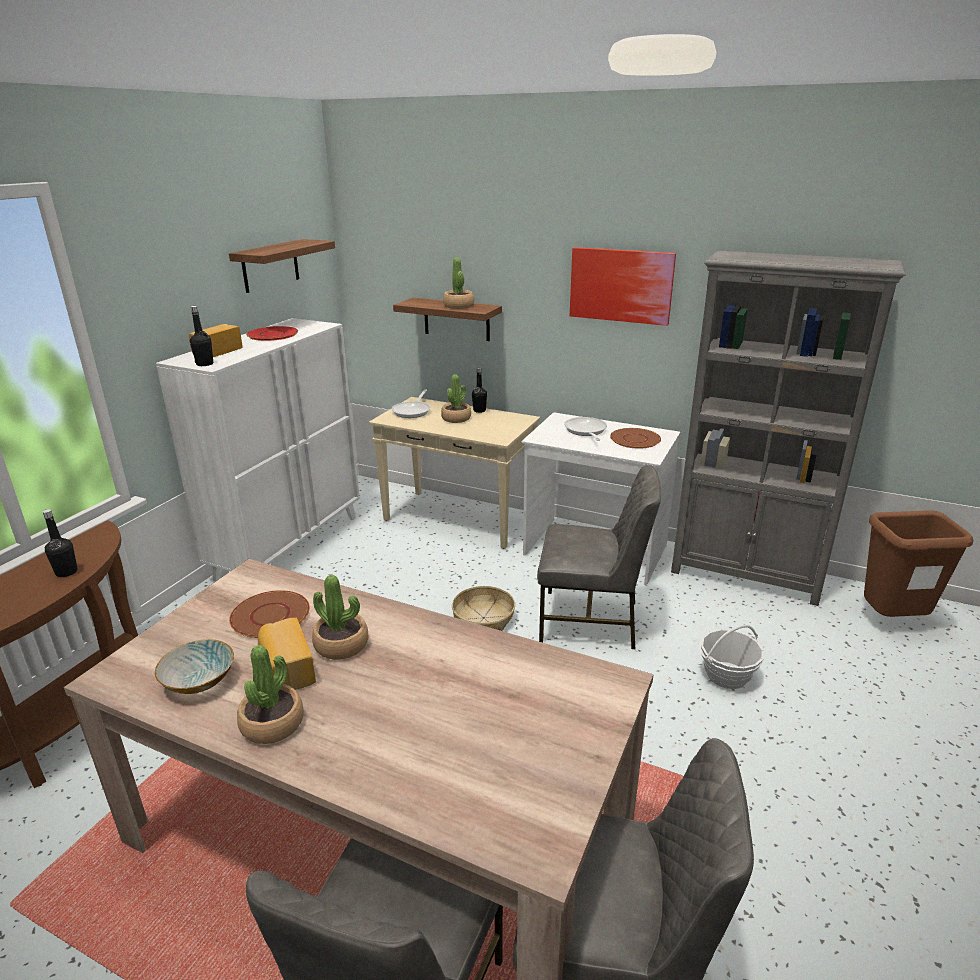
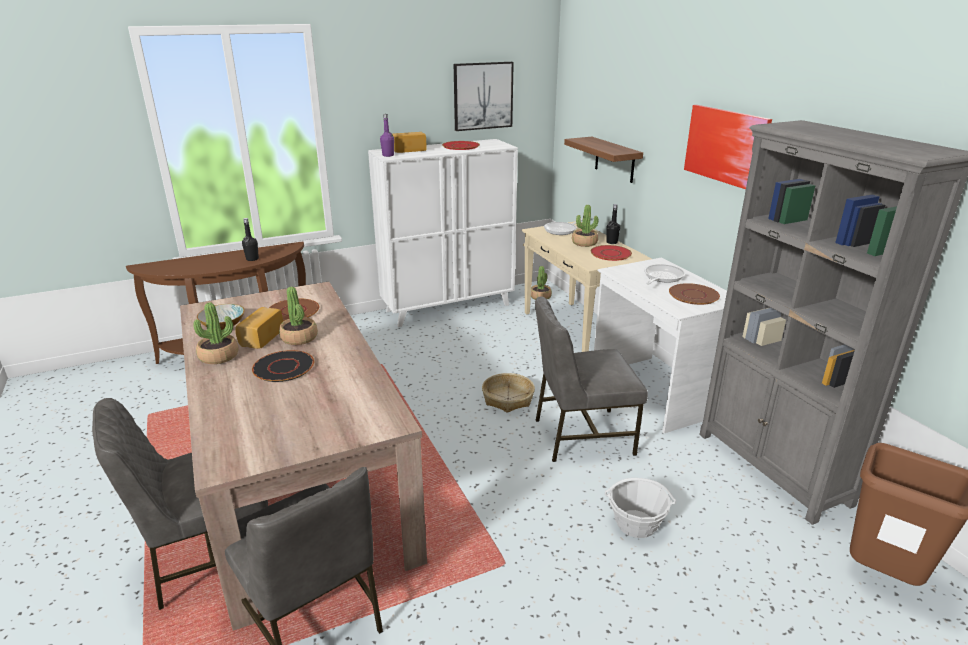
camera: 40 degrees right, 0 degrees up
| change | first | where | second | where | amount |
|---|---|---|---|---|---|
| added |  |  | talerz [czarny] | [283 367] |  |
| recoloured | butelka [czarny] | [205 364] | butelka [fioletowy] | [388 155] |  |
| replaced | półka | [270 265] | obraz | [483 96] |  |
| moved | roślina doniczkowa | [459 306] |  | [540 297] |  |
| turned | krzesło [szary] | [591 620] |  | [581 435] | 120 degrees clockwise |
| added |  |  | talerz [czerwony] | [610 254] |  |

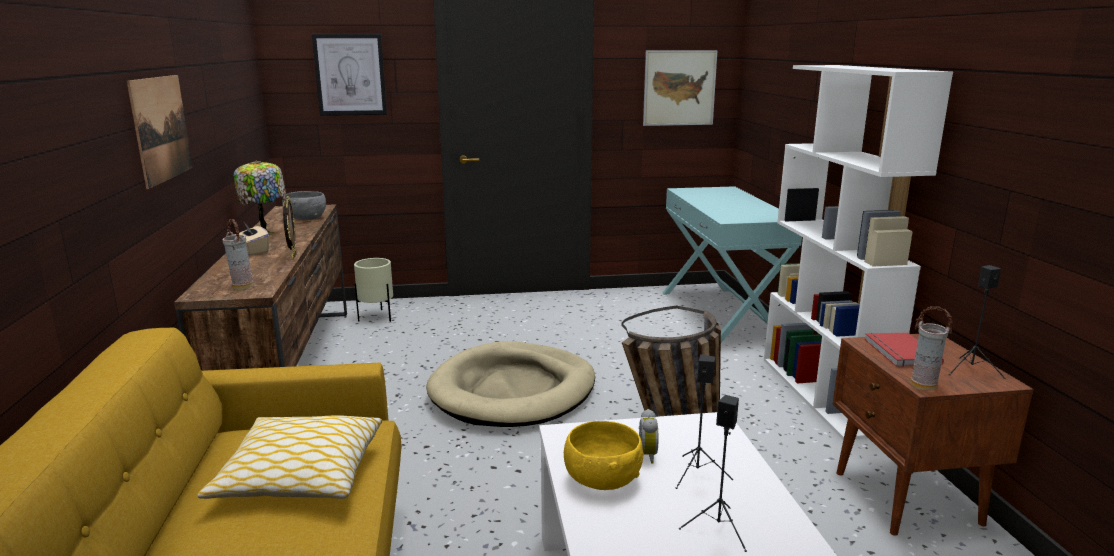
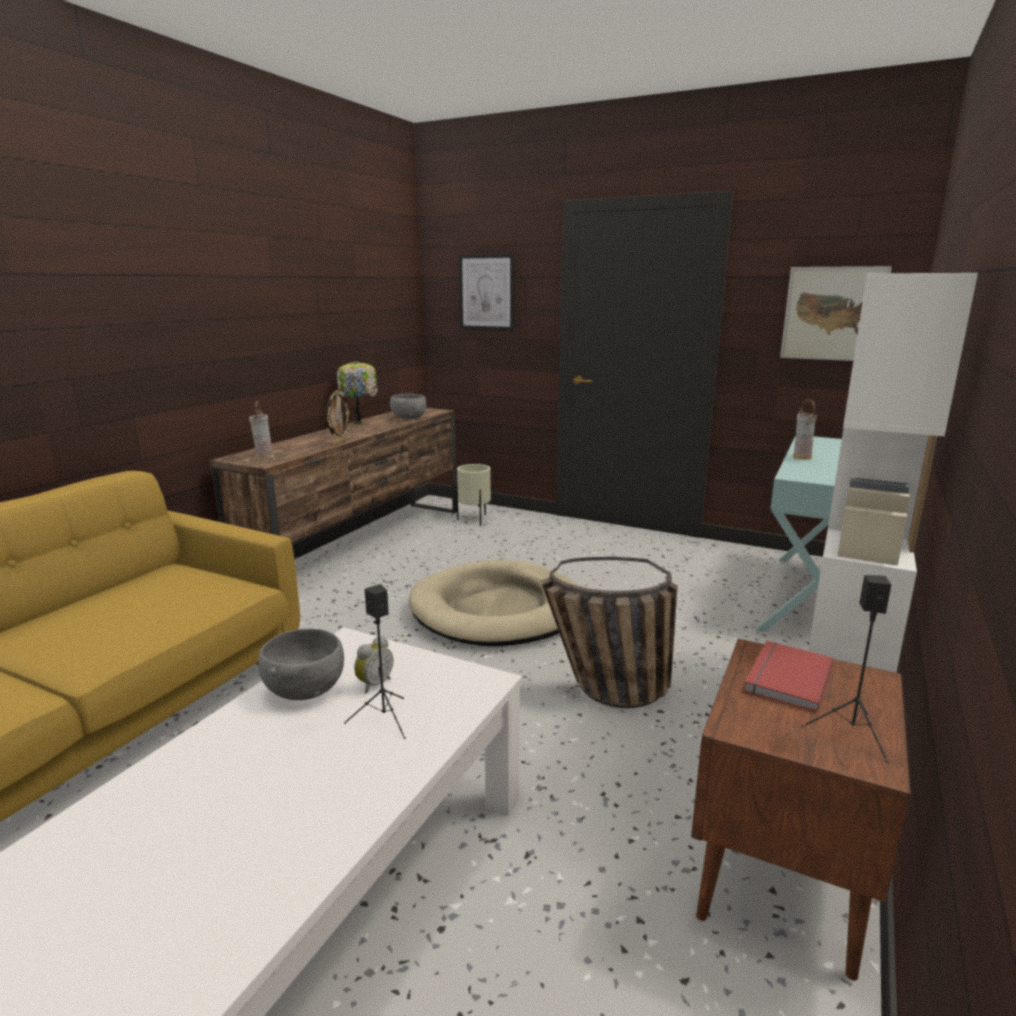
camera: 35 degrees right, 0 degrees up
| change | first | where | second | where | amount |
|---|---|---|---|---|---|
| recoloured | miska [żółty] | [601 480] | miska [szary] | [304 689] |  |
| moved | wazon | [923 385] |  | [801 458] |  |
| removed | obraz | [161 128] |  |  |  |
| removed | poduszka | [300 475] |  |  |  |
| removed | pudełko chusteczek [beżowy] | [253 251] |  |  |  |
| removed | głośnik [czarny] | [719 529] |  |  |  |

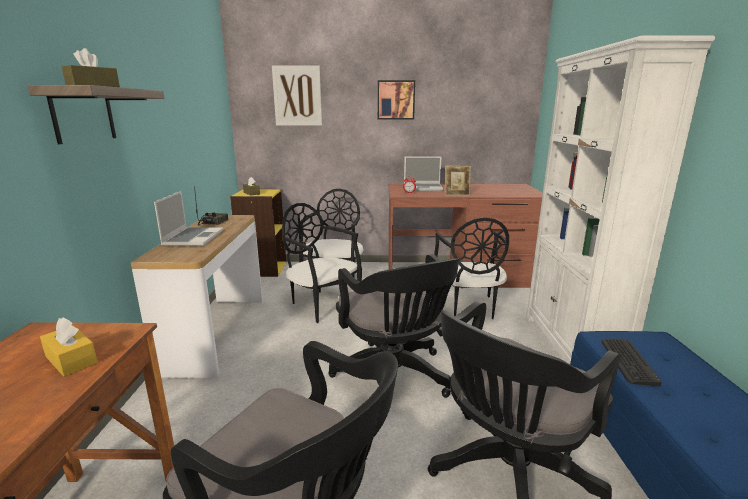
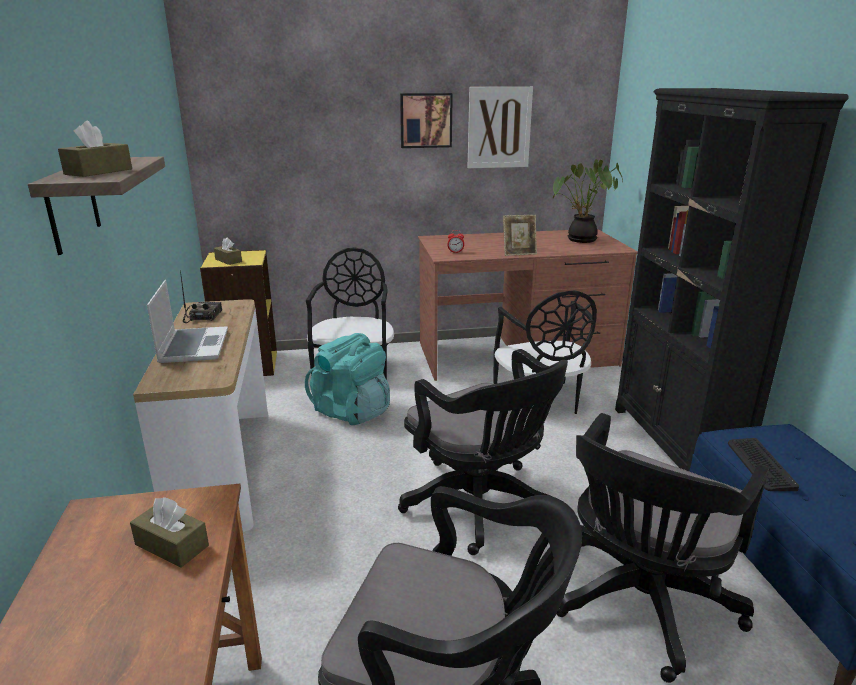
camera: 10 degrees left, 5 degrees up
| change | first | where | second | where | amount |
|---|---|---|---|---|---|
| recoloured | pudełko chusteczek [żółty] | [71 360] | pudełko chusteczek [brązowy] | [172 545] |  |
| replaced | krzesło [czarny] | [322 303] | plecak [turkusowy] | [352 411] |  |
| moved | obraz | [297 96] |  | [499 128] |  |
| added |  |  | roślina doniczkowa | [580 240] |  |
| recoloured | regał [biały] | [570 348] | regał [czarny] | [674 444] |  |
| removed | laptop | [423 188] |  |  |  |

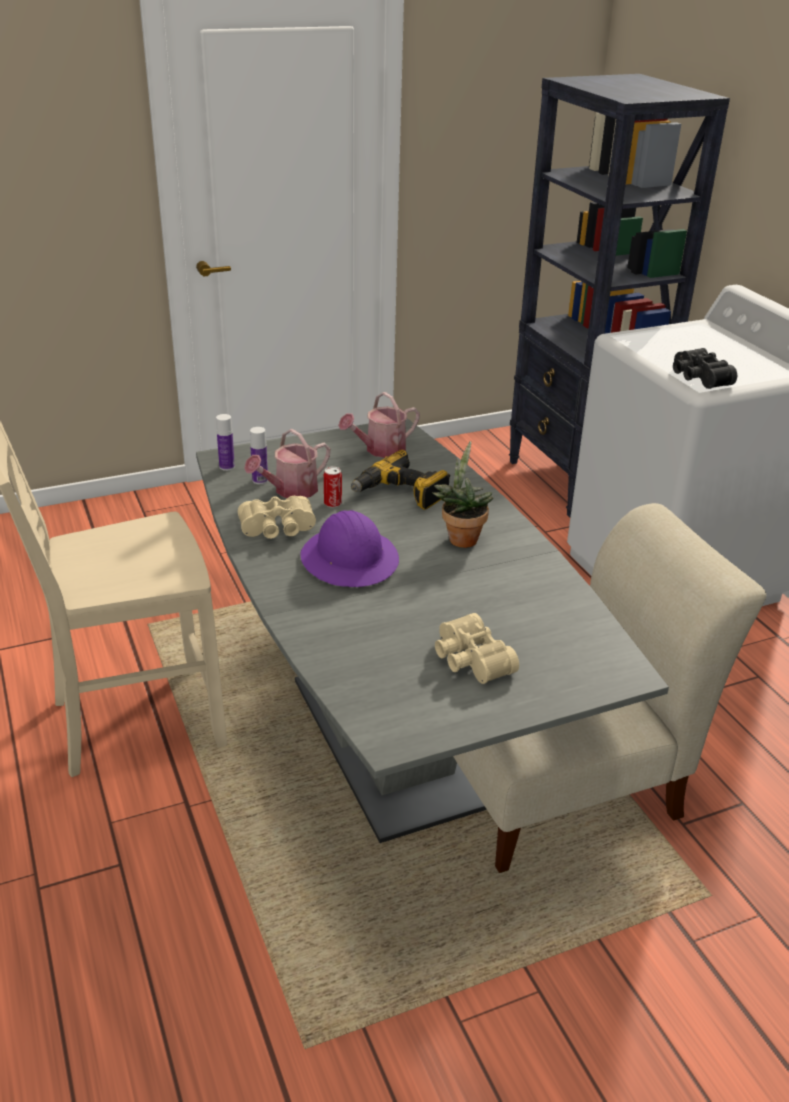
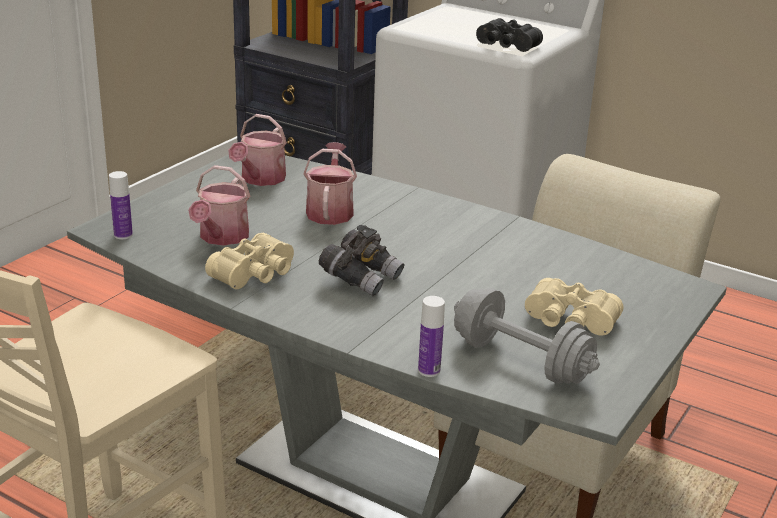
camera: 35 degrees left, 5 degrees down
| change | first | where | second | where | amount |
|---|---|---|---|---|---|
| replaced | wiertarka | [400 494] | konewka | [330 210] |  |
| replaced | kask [fioletowy] | [350 560] | lornetka [szary] | [361 278] |  |
| moved | butelka | [260 480] |  | [429 370] |  |
| added |  |  | hantel [szary] | [521 360] |  |
| removed | puszka | [333 503] |  |  |  |
| removed | roślina doniczkowa | [461 537] |  |  |  |

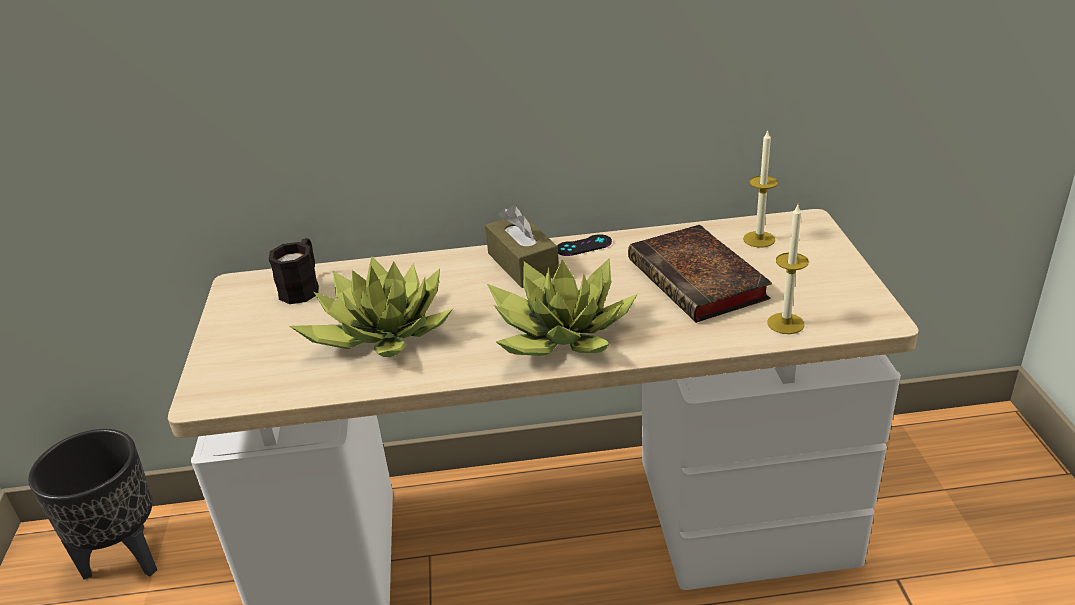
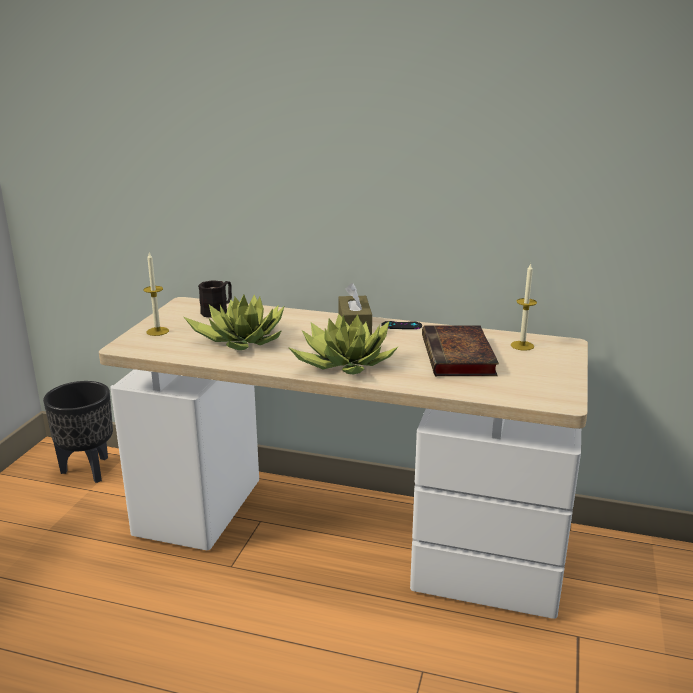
camera: 20 degrees right, 10 degrees down
| change | first | where | second | where | amount |
|---|---|---|---|---|---|
| moved | świeca | [785 323] |  | [157 331] |  |

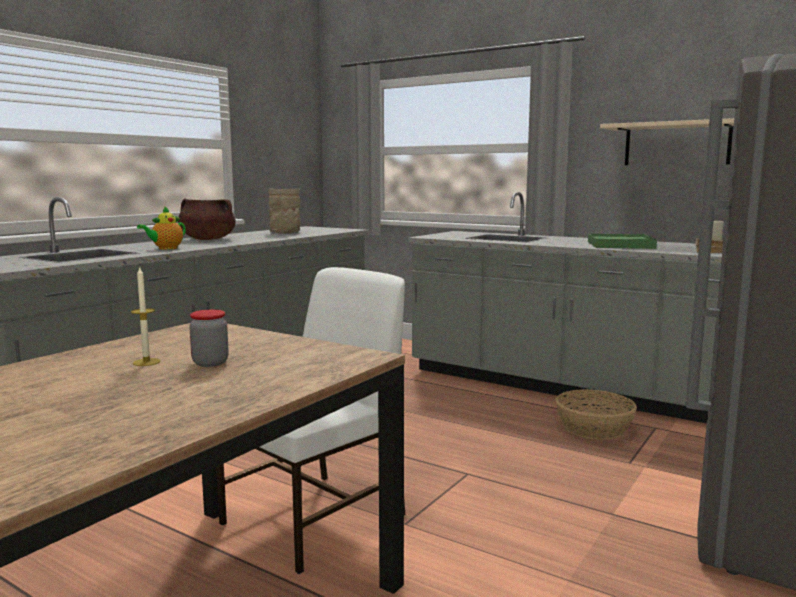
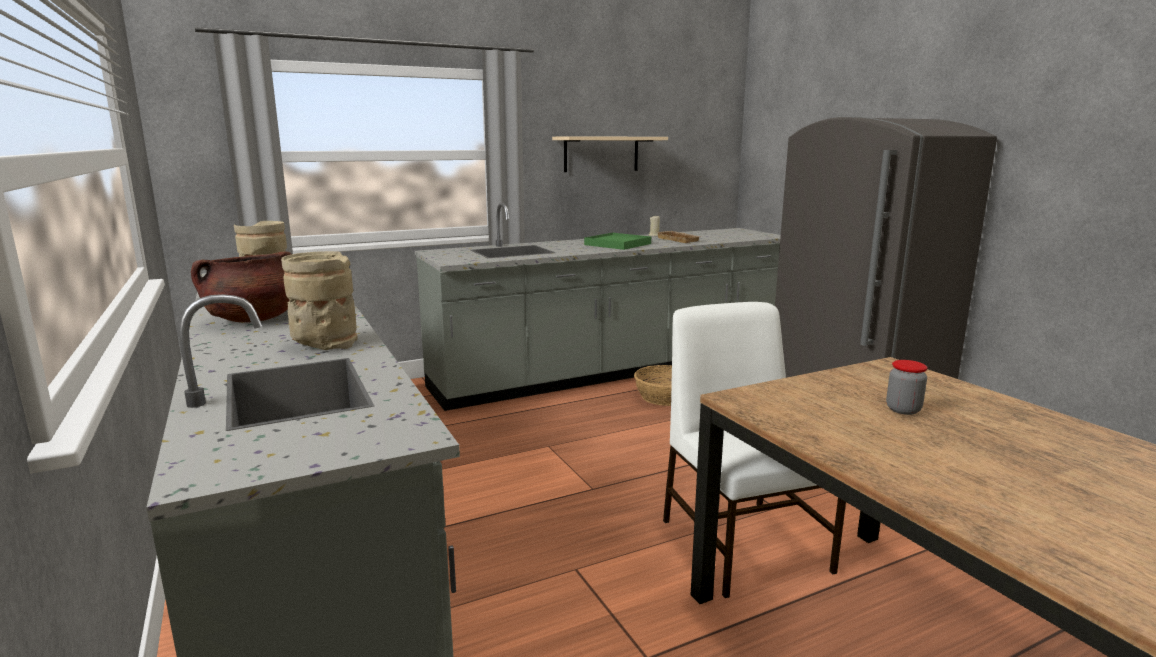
camera: 60 degrees left, 5 degrees up
| change | first | where | second | where | amount |
|---|---|---|---|---|---|
| replaced | imbryk | [165 248] | wazon [beżowy] | [324 344] |  |
| removed | świeca | [146 362] |  |  |  |

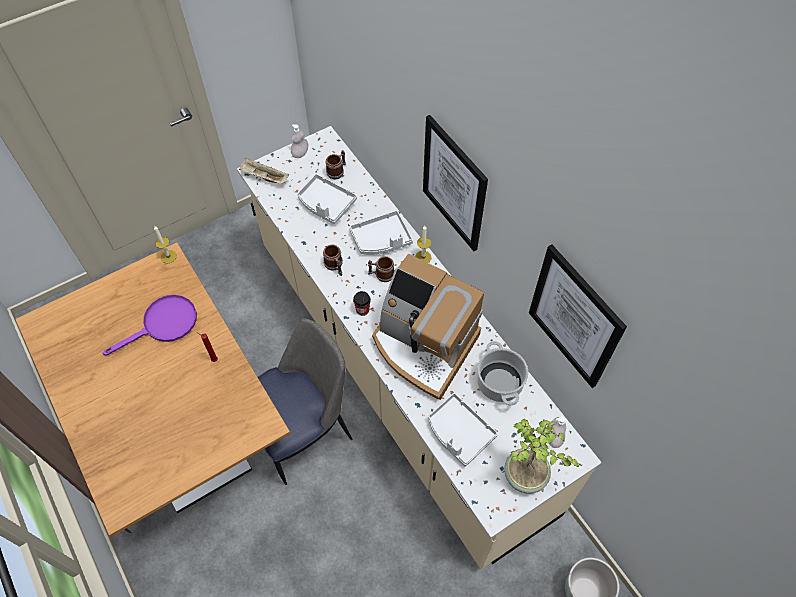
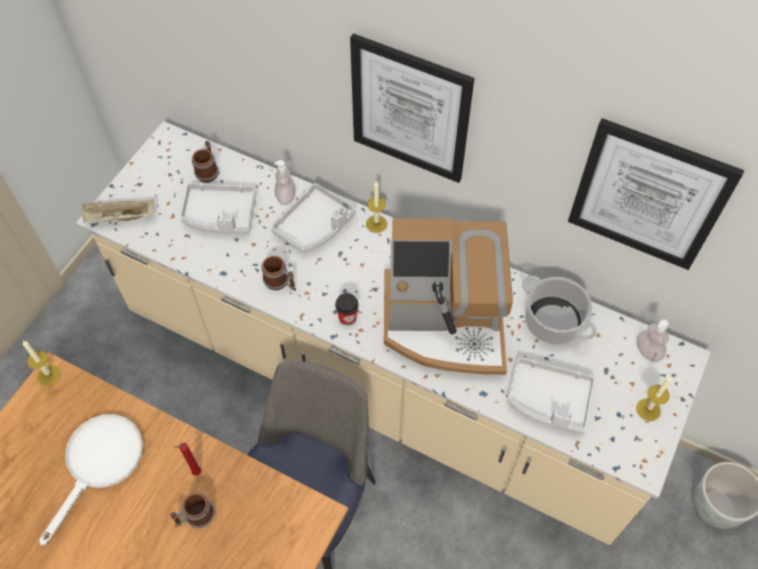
camera: 30 degrees left, 0 degrees up
| change | first | where | second | where | amount |
|---|---|---|---|---|---|
| recoloured | patelnia [fioletowy] | [163 325] | patelnia [biały] | [99 464] |  |
| moved | kubek | [381 275] |  | [195 517] |  |
| moved | dozownik mydła | [300 153] |  | [286 197] |  |
| replaced | roślina doniczkowa | [525 476] | świeca | [648 409] |  |

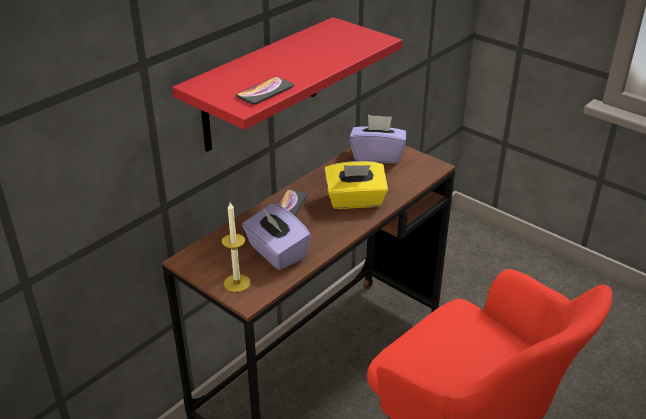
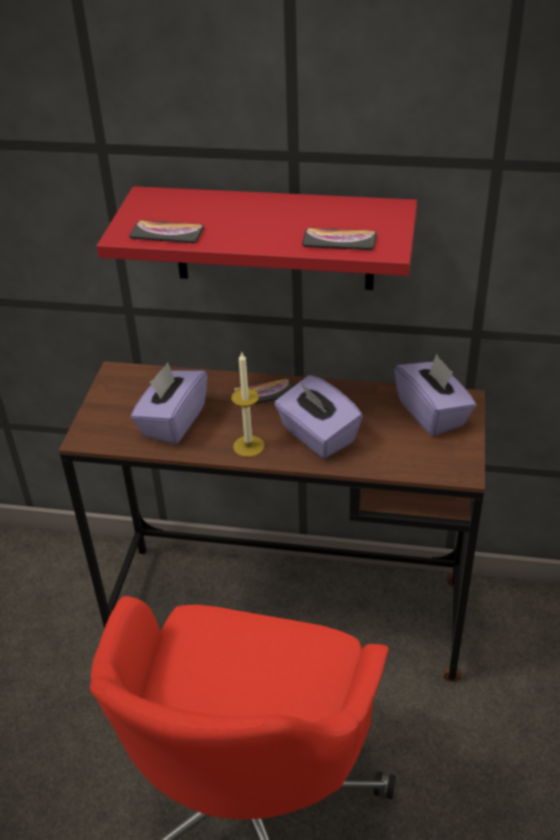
camera: 60 degrees right, 5 degrees up
| change | first | where | second | where | amount |
|---|---|---|---|---|---|
| moved | świeca | [237 283] |  | [248 446] |  |
| recoloured | pudełko chusteczek [żółty] | [355 201] | pudełko chusteczek [fioletowy] | [317 436] |  |
| added |  |  | telefon | [339 240] |  |

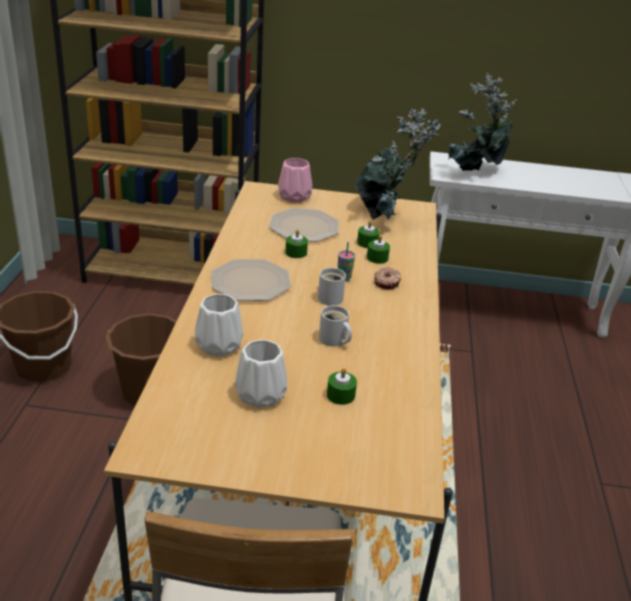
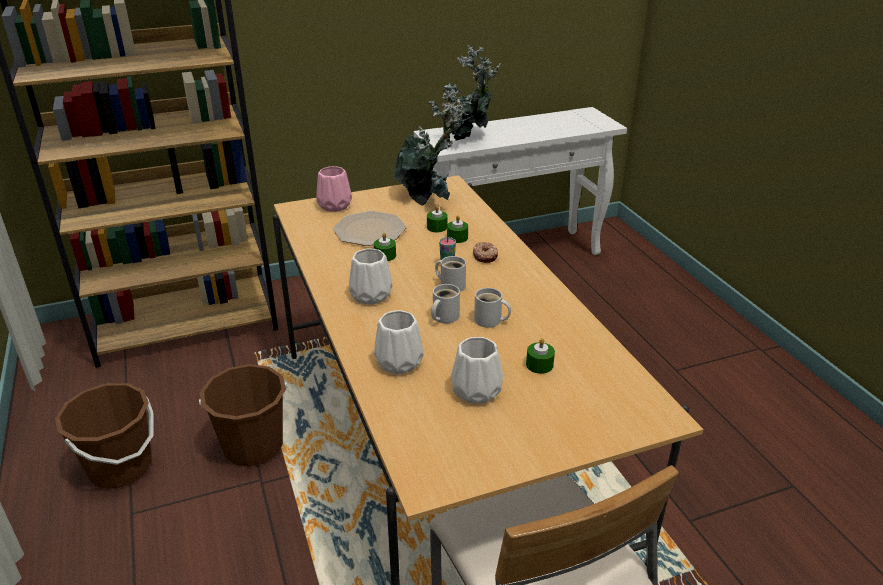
camera: 25 degrees left, 0 degrees up
| change | first | where | second | where | amount |
|---|---|---|---|---|---|
| replaced | talerz | [250 282] | wazon [biały] | [370 296] |  |
| added |  |  | kubek [biały] | [443 317] |  |

